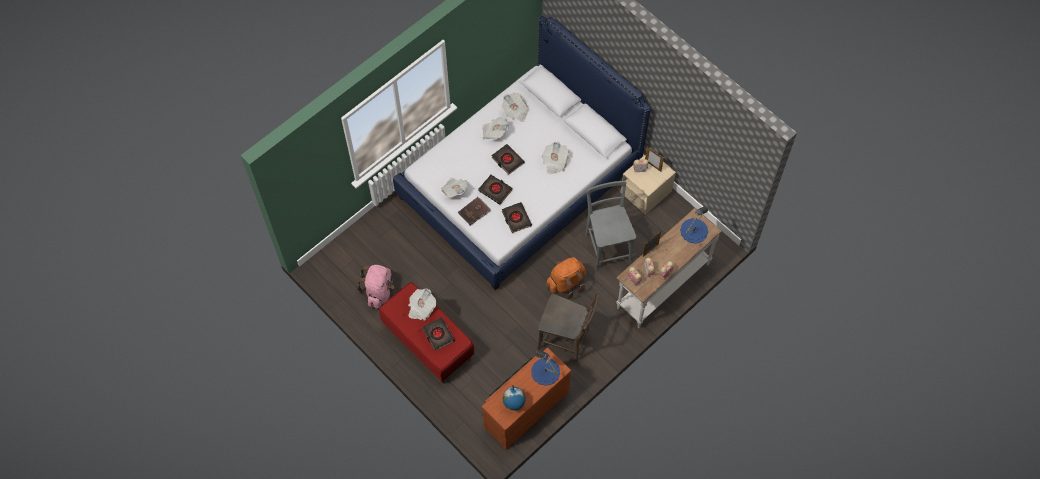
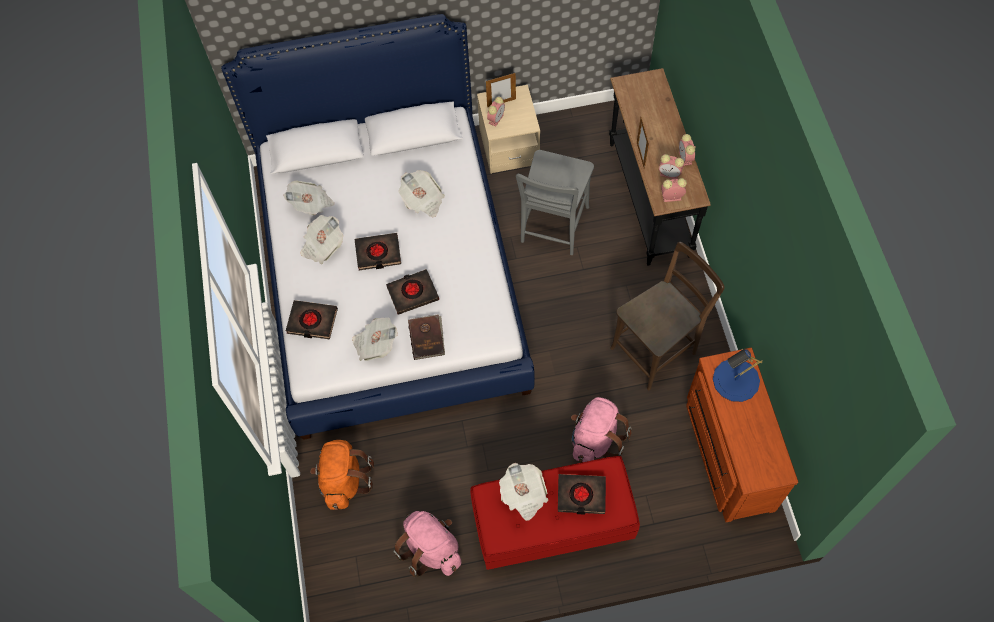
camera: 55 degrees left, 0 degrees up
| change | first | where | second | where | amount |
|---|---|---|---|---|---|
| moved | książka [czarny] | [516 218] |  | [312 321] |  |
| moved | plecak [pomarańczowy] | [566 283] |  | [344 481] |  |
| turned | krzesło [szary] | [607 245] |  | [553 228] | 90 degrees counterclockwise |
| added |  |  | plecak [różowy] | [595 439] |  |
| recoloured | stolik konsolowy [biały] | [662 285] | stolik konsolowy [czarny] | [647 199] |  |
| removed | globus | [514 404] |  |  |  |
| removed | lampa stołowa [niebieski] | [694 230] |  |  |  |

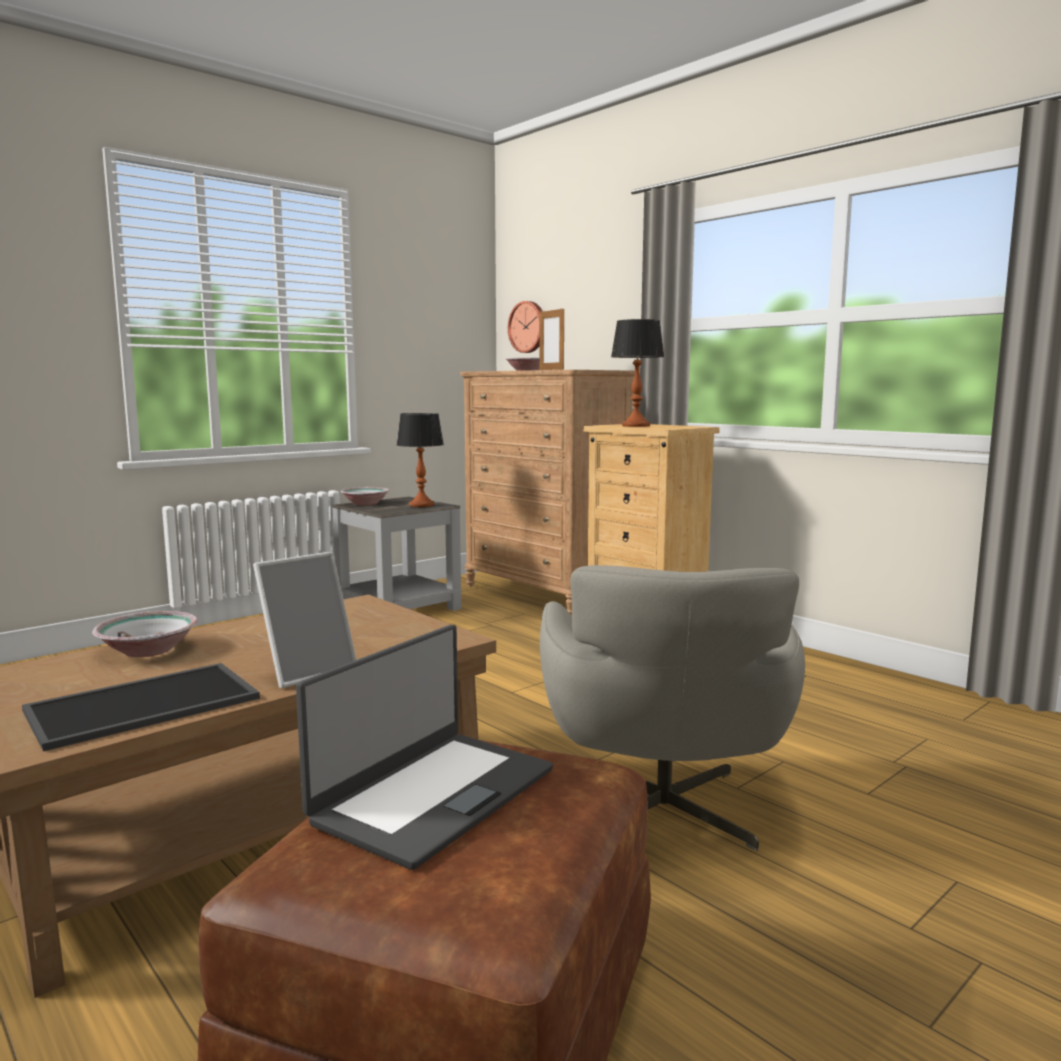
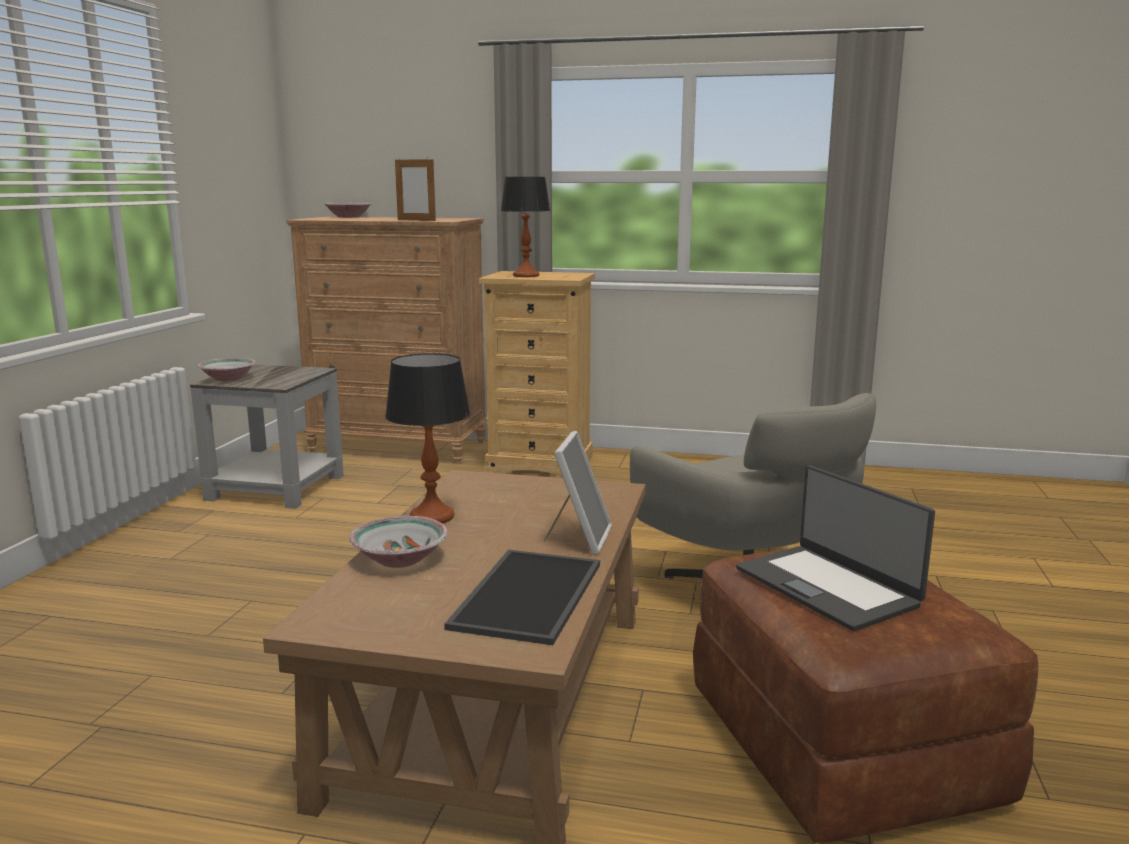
camera: 35 degrees left, 5 degrees up
| change | first | where | second | where | amount |
|---|---|---|---|---|---|
| moved | lampa stołowa | [421 505] |  | [431 517] |  |
| turned | laptop | [433 794] |  | [827 586] | 150 degrees clockwise |
| removed | zegar ścienny | [528 327] |  |  |  |

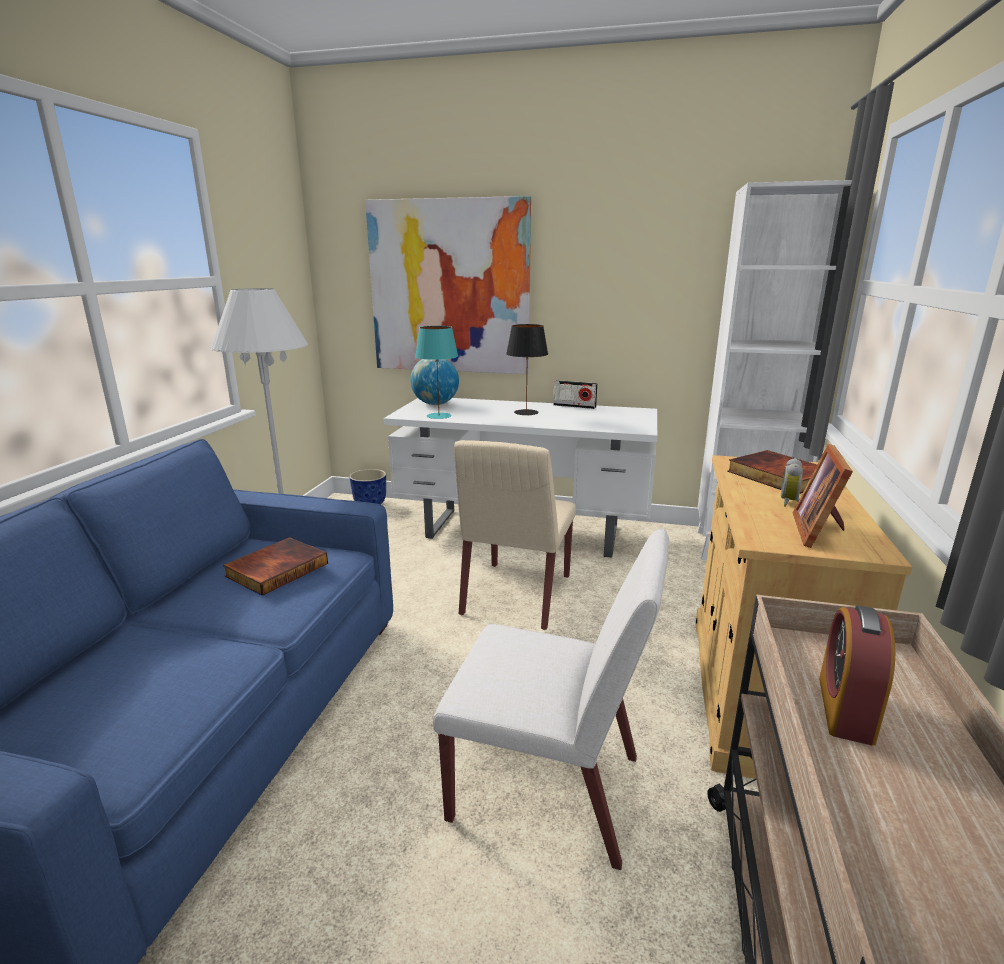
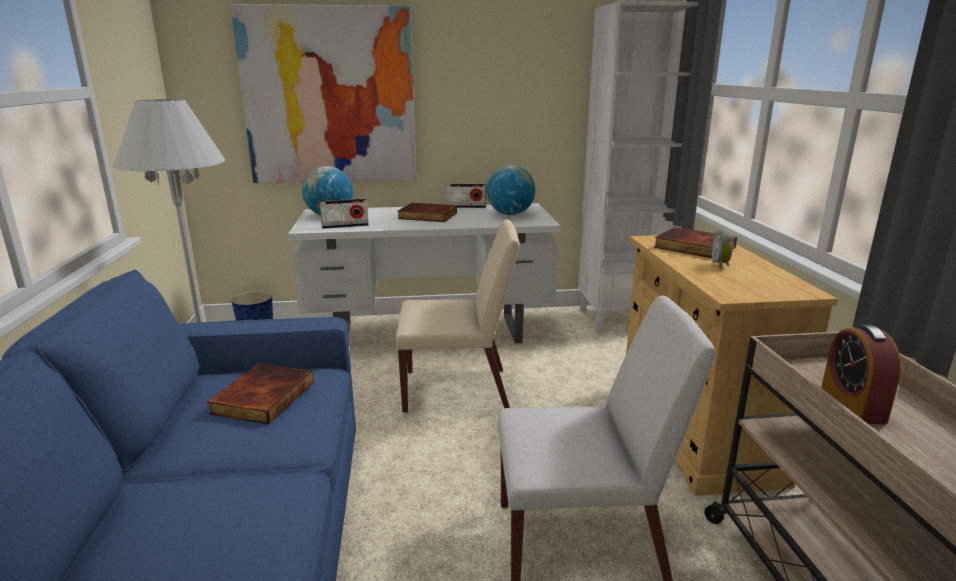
camera: 20 degrees left, 0 degrees up
| change | first | where | second | where | amount |
|---|---|---|---|---|---|
| replaced | lampa stołowa [turkusowy] | [439 416] | radio | [345 226] |  |
| turned | krzesło [beżowy] | [516 595] |  | [457 390] | 90 degrees counterclockwise |
| replaced | lampa stołowa [czarny] | [525 412] | książka | [427 216] |  |
| added |  |  | globus | [510 214] |  |
| removed | ramka na zdjęcie | [819 531] |  |  |  |

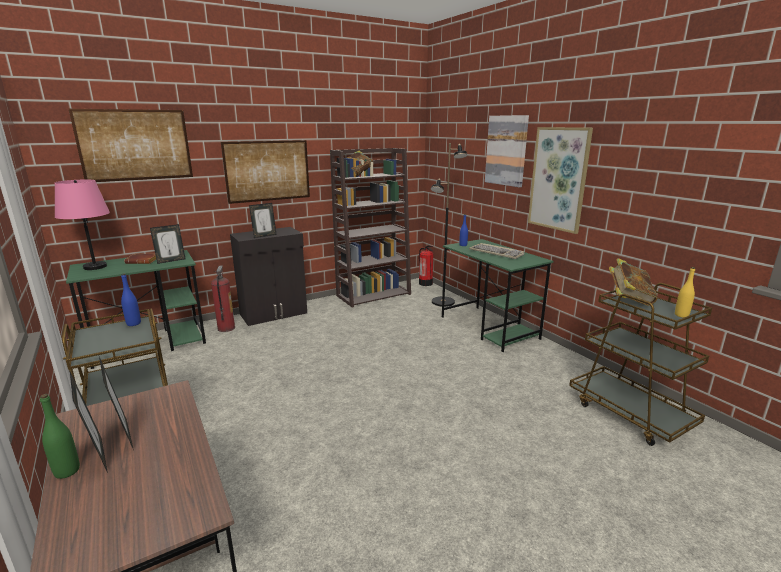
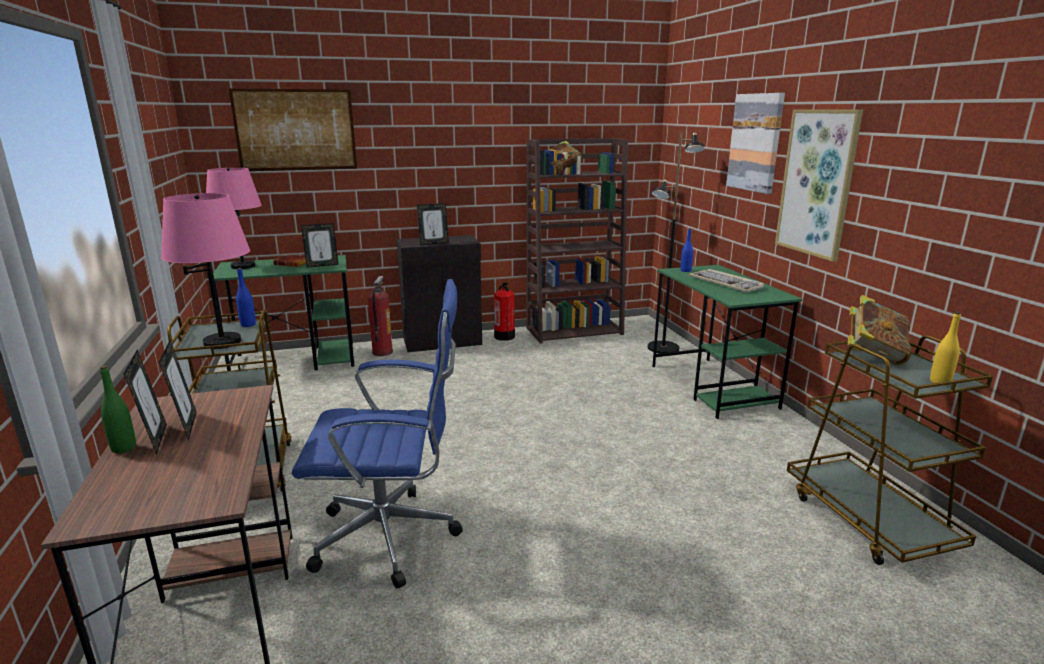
camera: 15 degrees right, 0 degrees up
| change | first | where | second | where | amount |
|---|---|---|---|---|---|
| added |  |  | lampa stołowa [różowy] | [223 342] |  |
| added |  |  | krzesło biurowe [niebieski] | [393 537] |  |
| moved | gaśnica | [425 283] |  | [504 336] |  |
| removed | obraz | [268 171] |  |  |  |

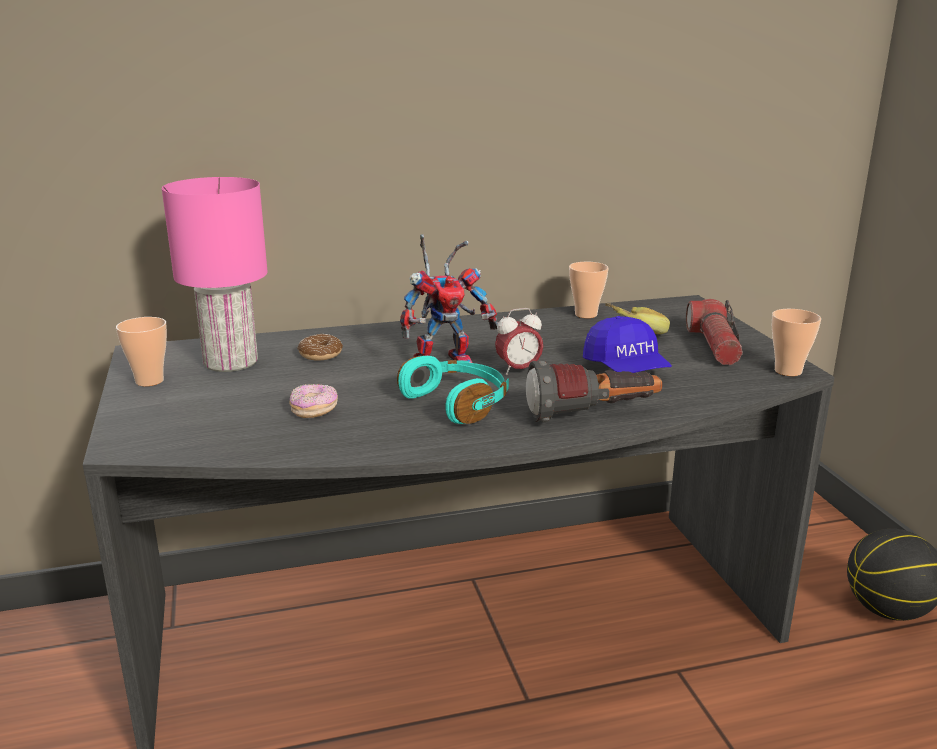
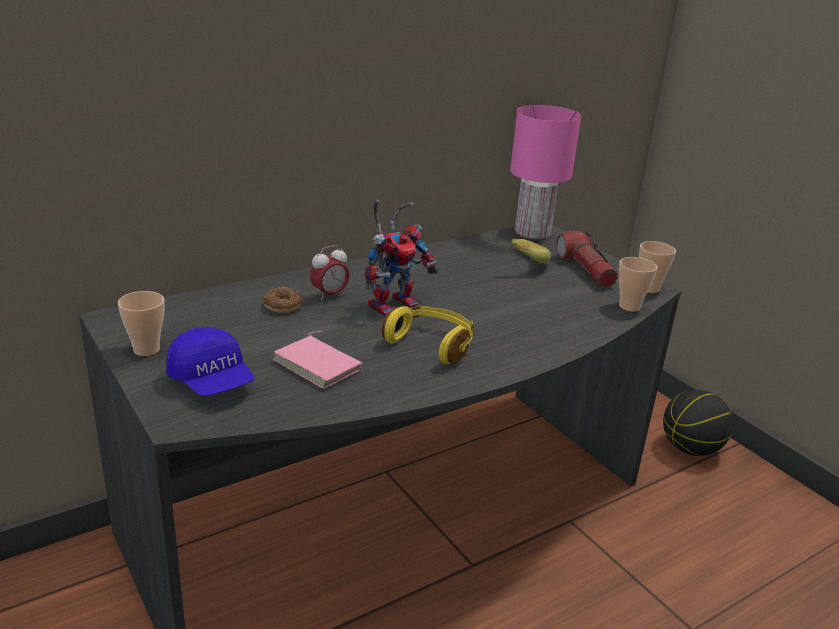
camera: 20 degrees left, 5 degrees up
| change | first | where | second | where | amount |
|---|---|---|---|---|---|
| moved | czapka z daszkiem [niebieski] | [626 369] |  | [212 381] |  |
| replaced | donut | [314 411] | książka [różowy] | [320 364] |  |
| moved | budzik | [518 370] |  | [329 295] |  |
| recoloured | słuchawki [turkusowy] | [458 403] | słuchawki [żółty] | [432 344] |  |
| moved | lampa stołowa [różowy] | [229 362] |  | [532 233] |  |
| moved | filiżanka | [586 314] |  | [629 306] |  |
| removed | latarka | [592 416] |  |  |  |

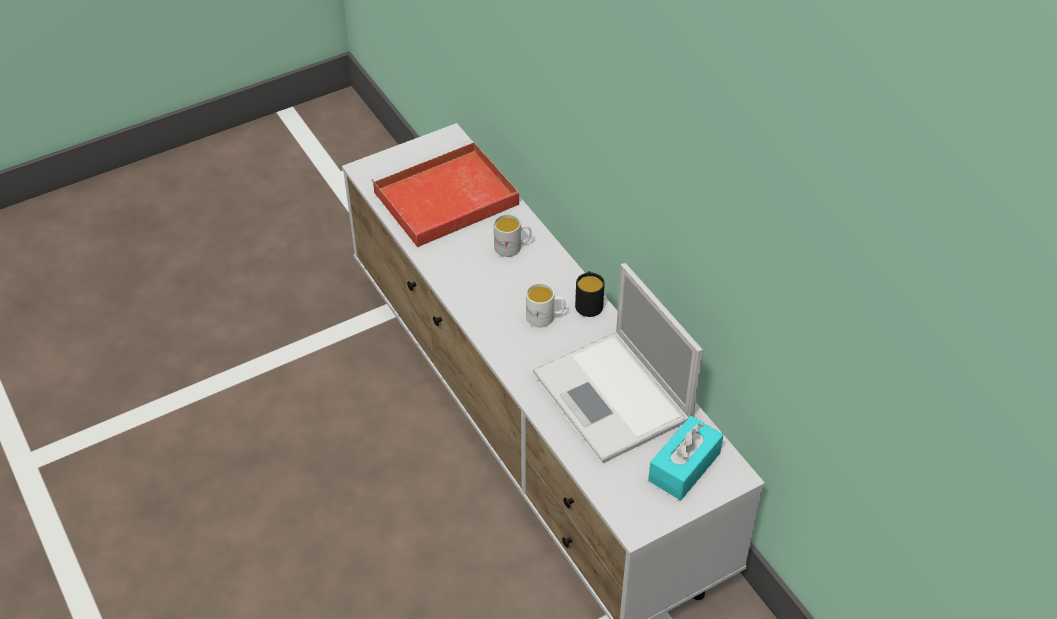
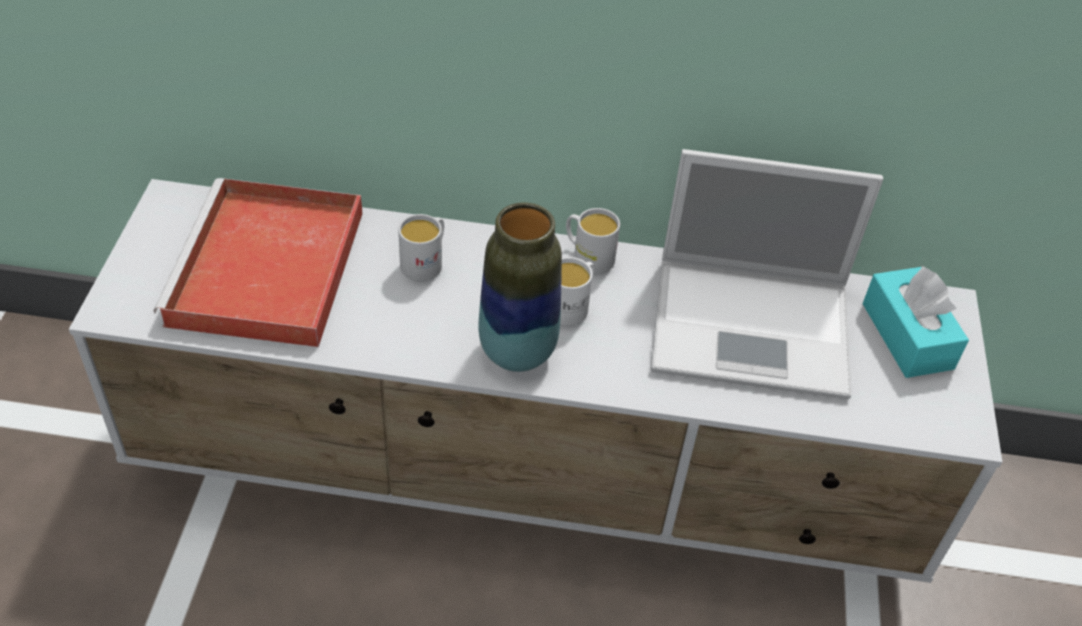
camera: 55 degrees left, 0 degrees up
| change | first | where | second | where | amount |
|---|---|---|---|---|---|
| added |  |  | wazon | [517 352] |  |
| recoloured | kubek [czarny] | [588 303] | kubek [biały] | [587 256] |  |

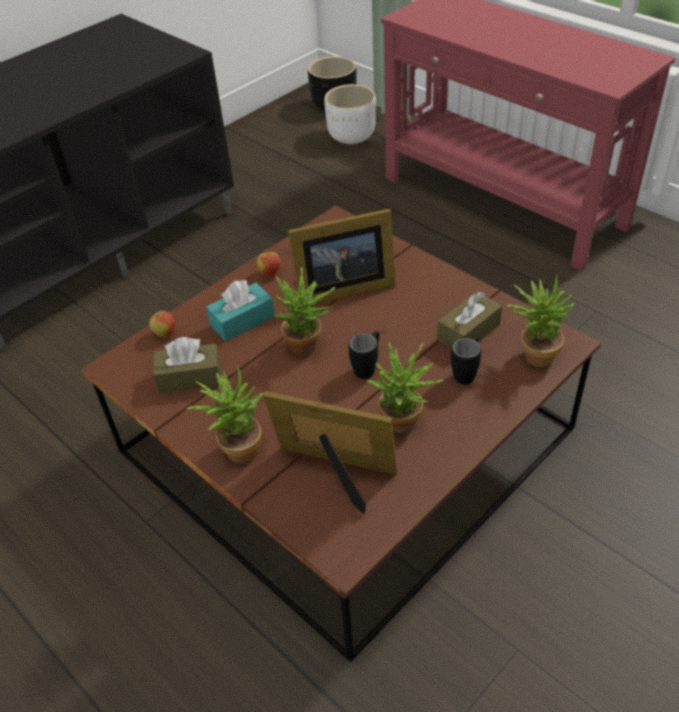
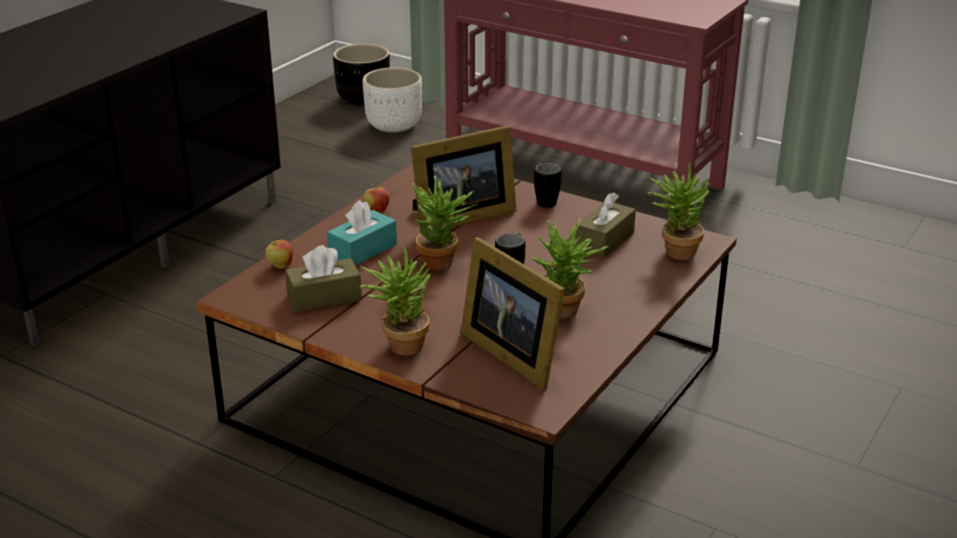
camera: 15 degrees left, 15 degrees down
| change | first | where | second | where | amount |
|---|---|---|---|---|---|
| turned | ramka na zdjęcie | [337 473] |  | [512 352] | 135 degrees counterclockwise |
| moved | kubek [czarny] | [466 372] |  | [548 200] |  |

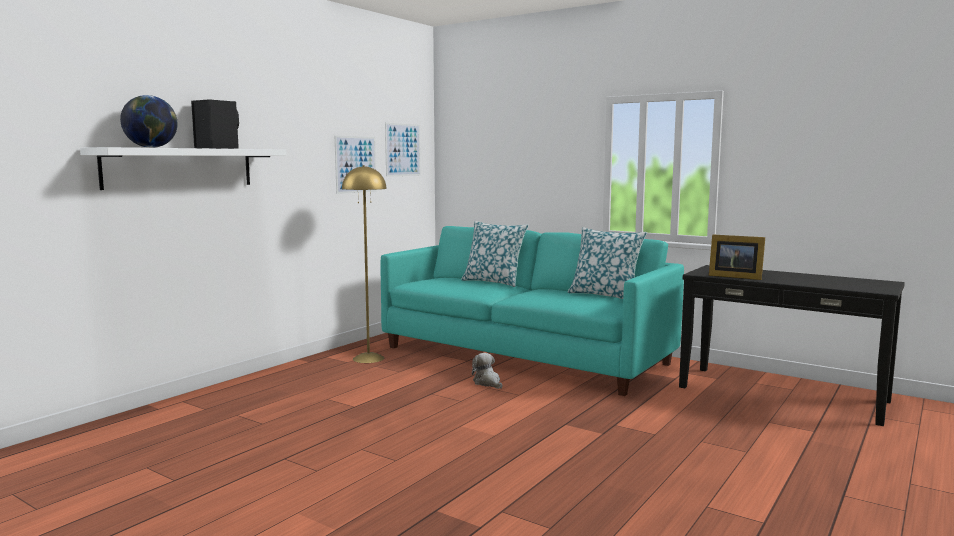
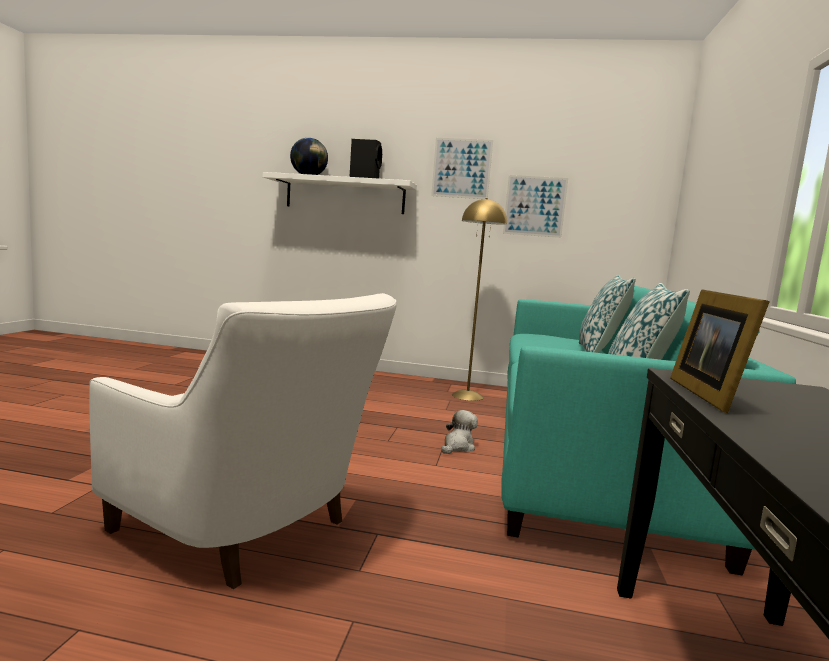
camera: 65 degrees right, 0 degrees up
| change | first | where | second | where | amount |
|---|---|---|---|---|---|
| added |  |  | fotel [biały] | [250 530] |  |
| moved | obraz | [403 150] |  | [461 168] |  |

